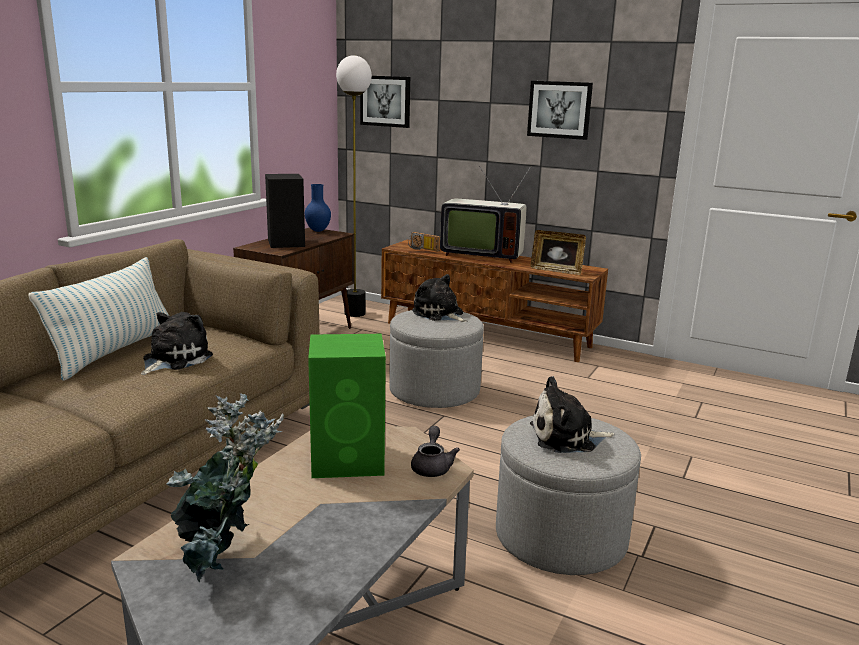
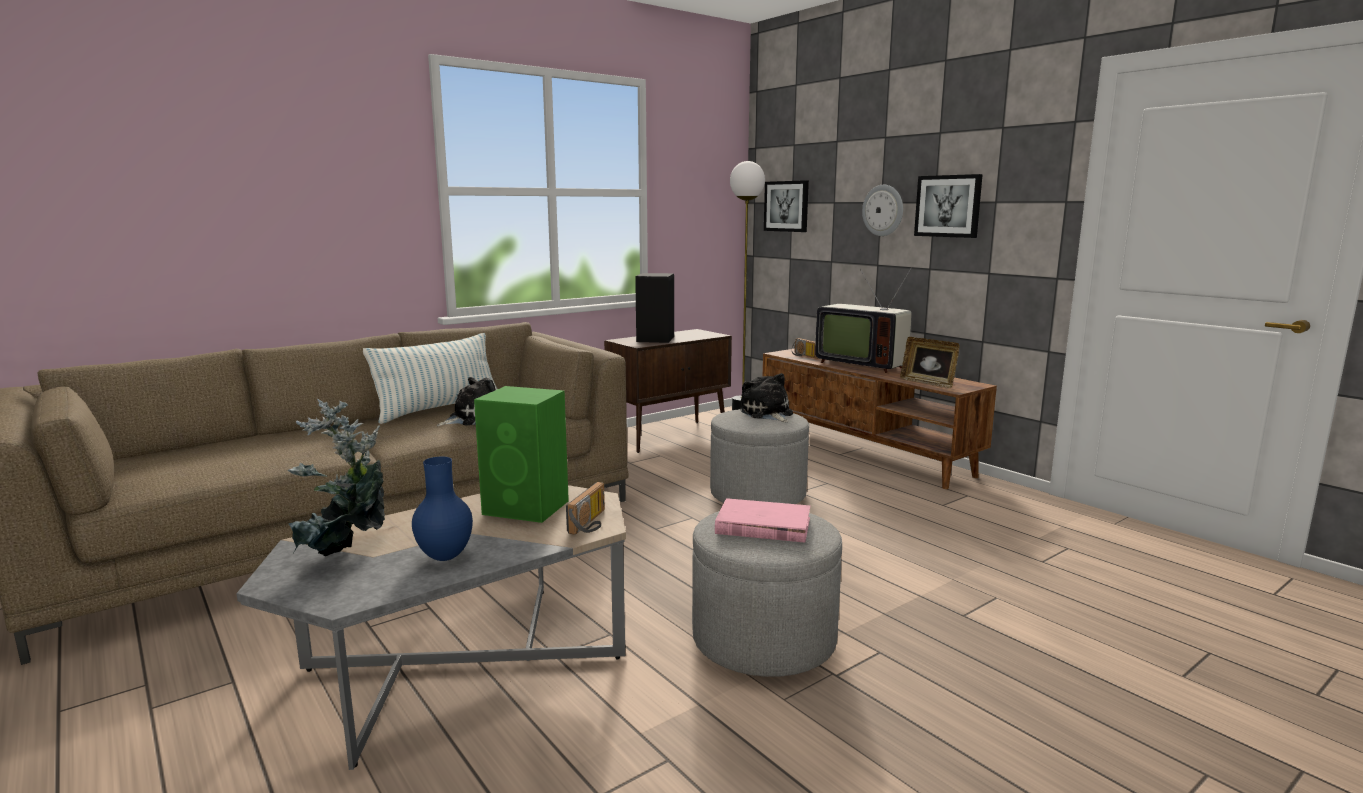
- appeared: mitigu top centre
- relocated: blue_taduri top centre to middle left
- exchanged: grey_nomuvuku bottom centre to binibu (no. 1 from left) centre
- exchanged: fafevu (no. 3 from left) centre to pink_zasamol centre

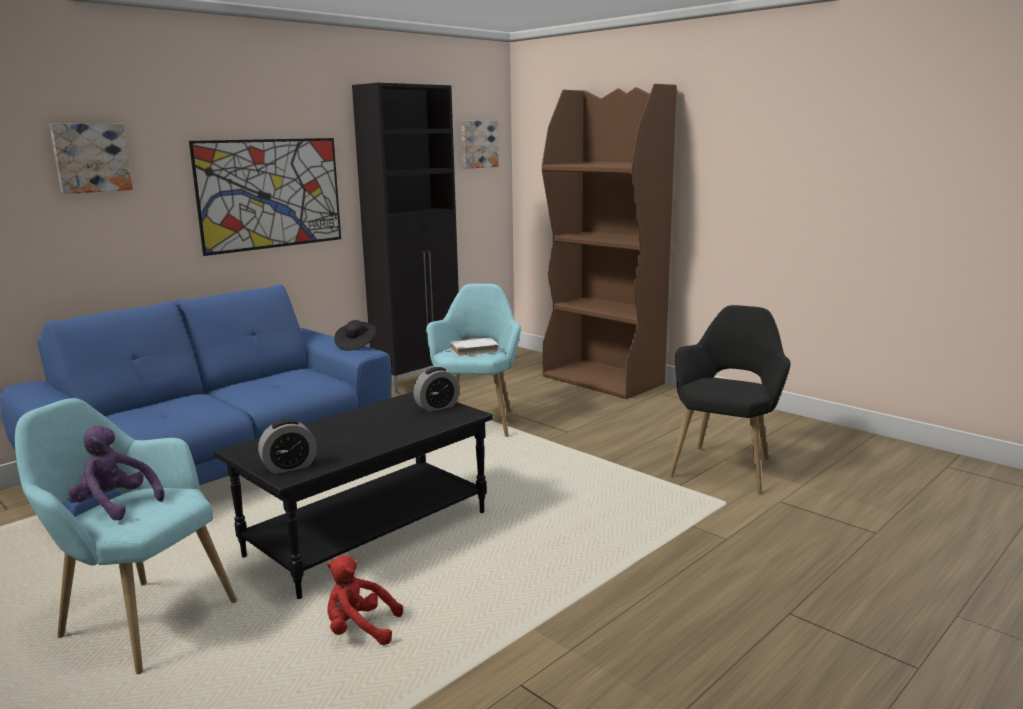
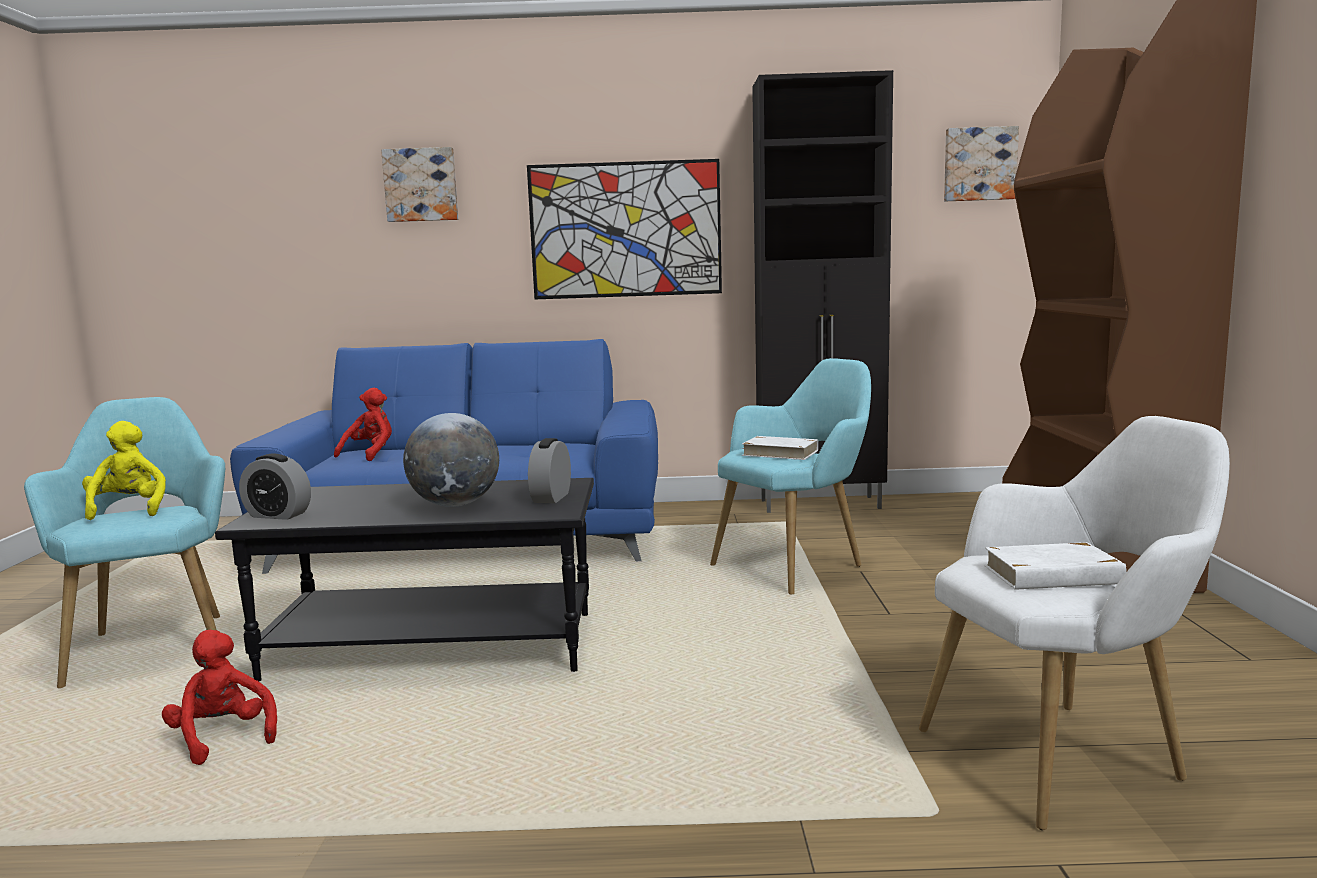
- missing: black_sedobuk centre
- appeared: red_fafevu (no. 2 from left) middle left
- appeared: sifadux centre
- appeared: white_zasamol (no. 2 from left) middle right
- colour: purple_fafevu bottom left to yellow_fafevu middle left
- colour: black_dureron middle right to white_dureron bottom right
- spun: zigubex (no. 2 from left) centre = centre 90 degrees clockwise

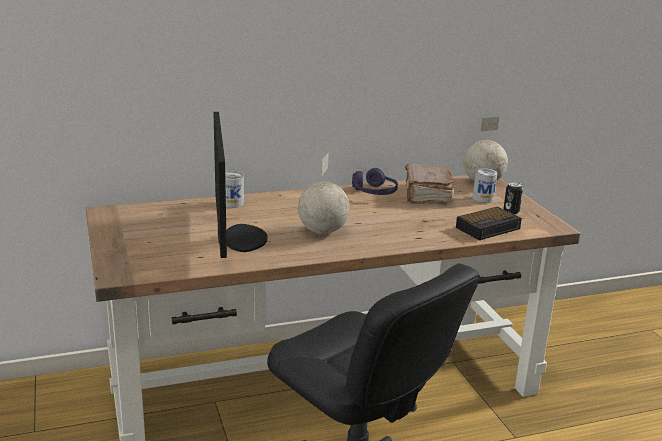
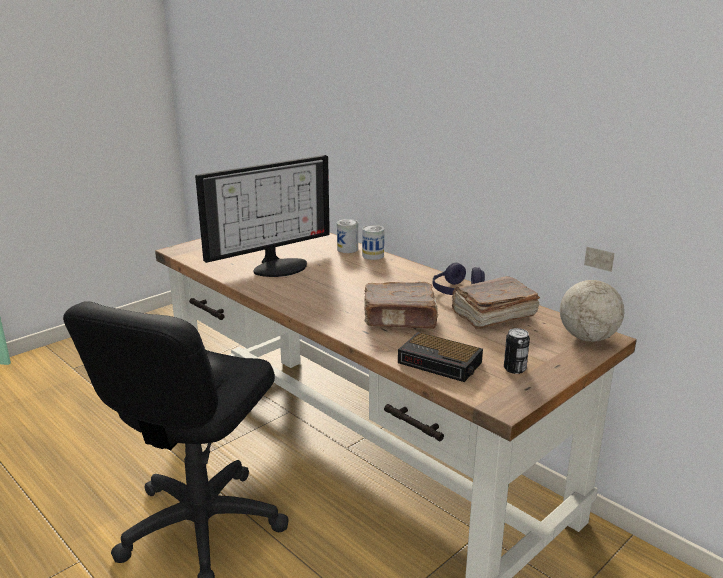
- missing: sifadux (no. 1 from left) centre
- appeared: brown_zasamol (no. 1 from left) centre
- relocated: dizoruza (no. 2 from left) middle right to centre

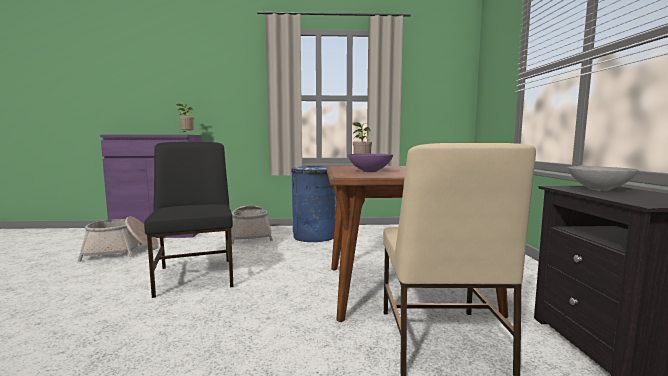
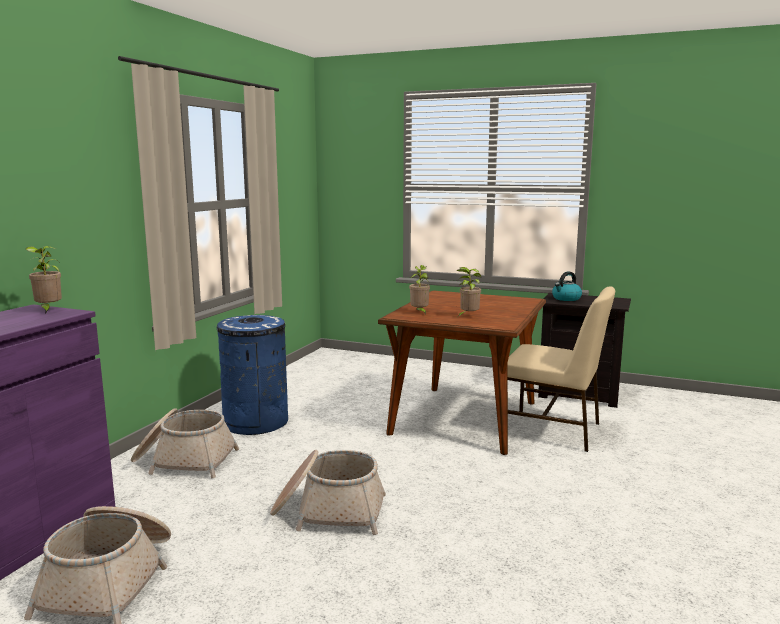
- exchanged: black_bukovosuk middle left to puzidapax (no. 3 from left) bottom centre
- exchanged: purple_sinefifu centre to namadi (no. 3 from left) centre
- exchanged: grey_sinefifu middle right to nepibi middle right

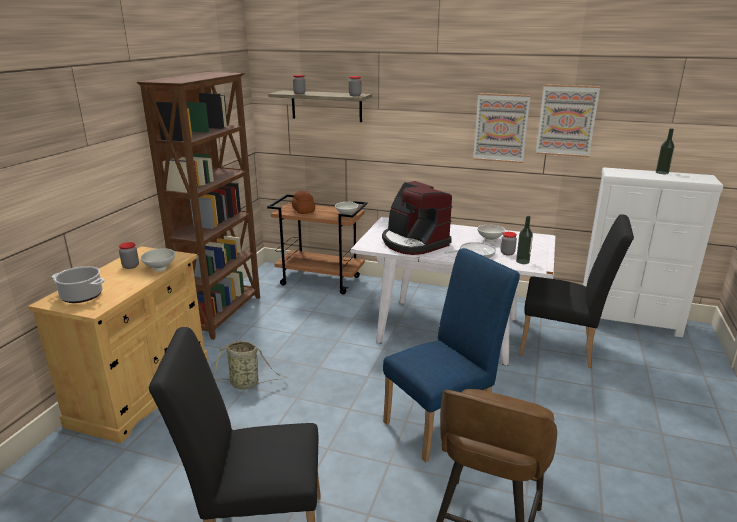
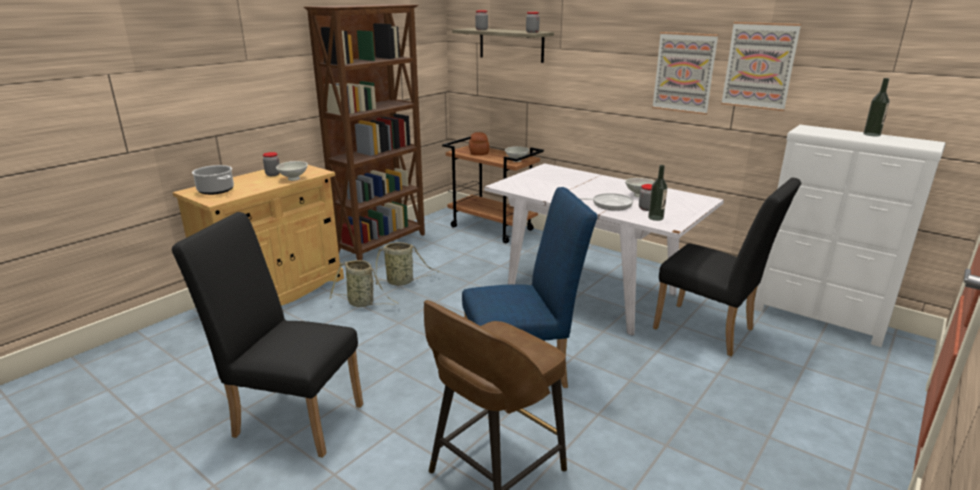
- missing: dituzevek centre
- appeared: puzidapax (no. 2 from left) centre

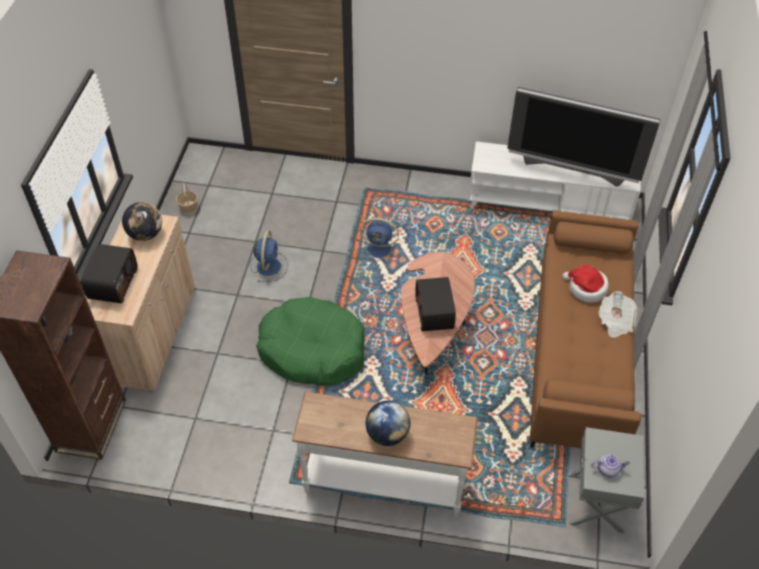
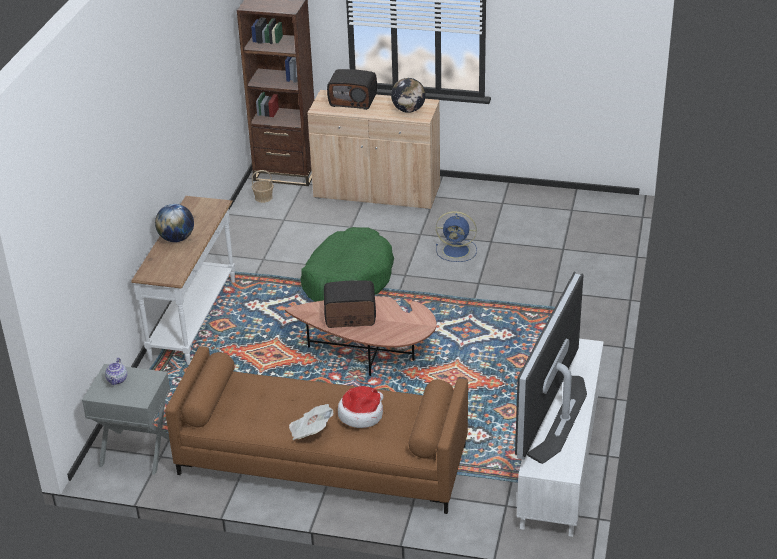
- missing: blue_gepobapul (no. 2 from left) centre
- relocated: puzidapax middle left to top centre

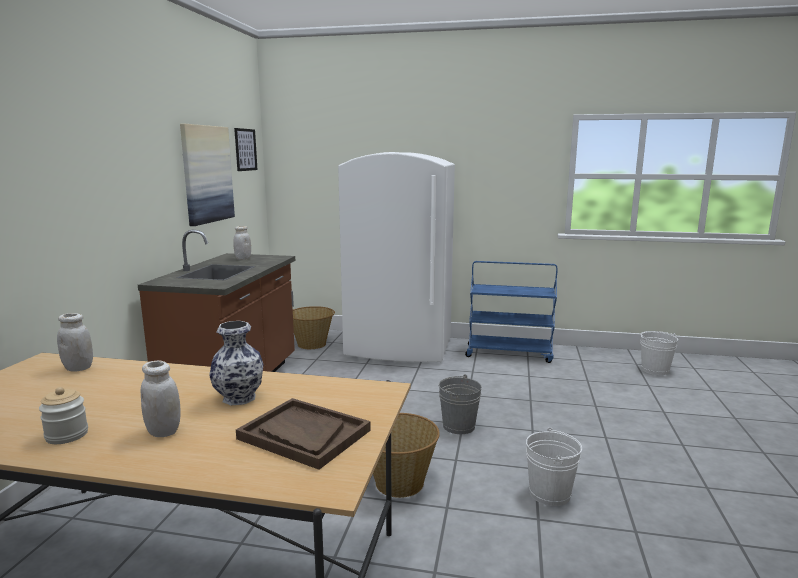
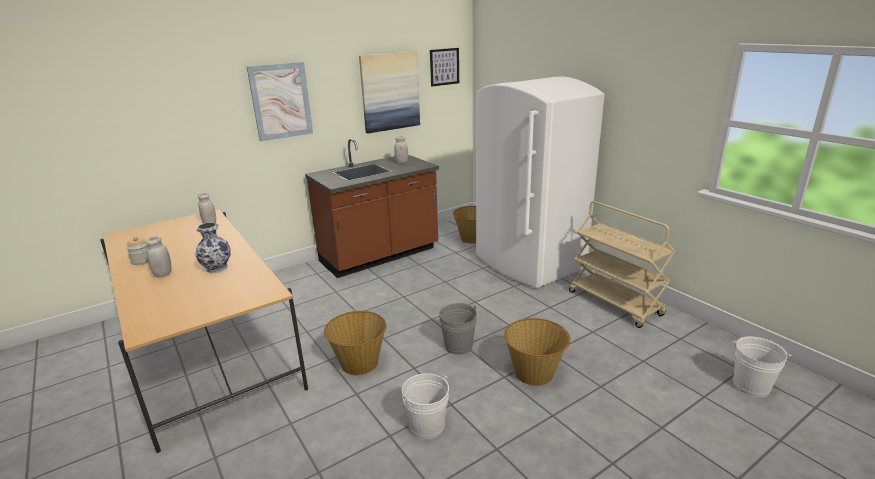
- missing: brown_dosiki bottom centre
- appeared: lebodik (no. 1 from left) top left
- appeared: puzidapax (no. 3 from left) bottom centre
- colour: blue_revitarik centre to beige_revitarik middle right

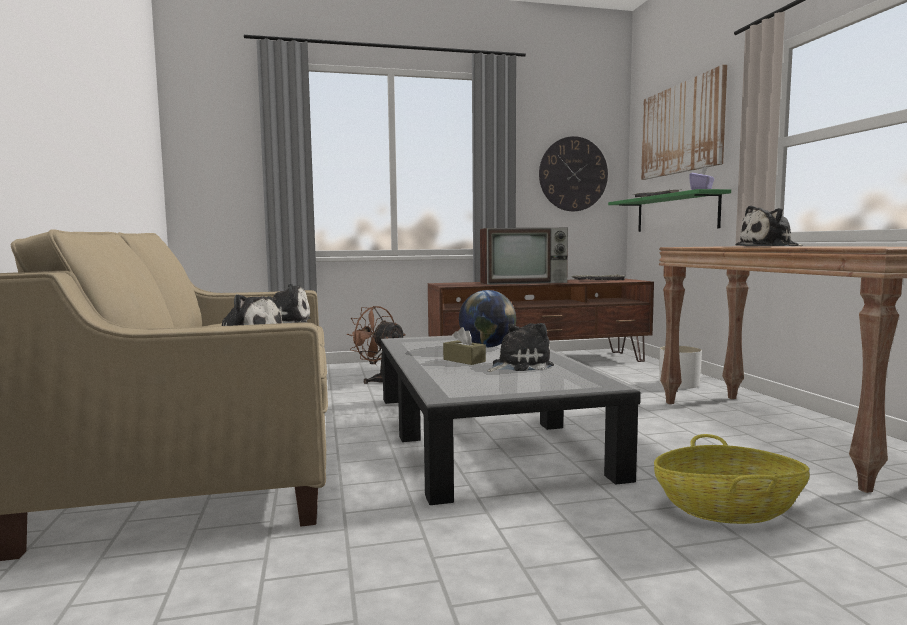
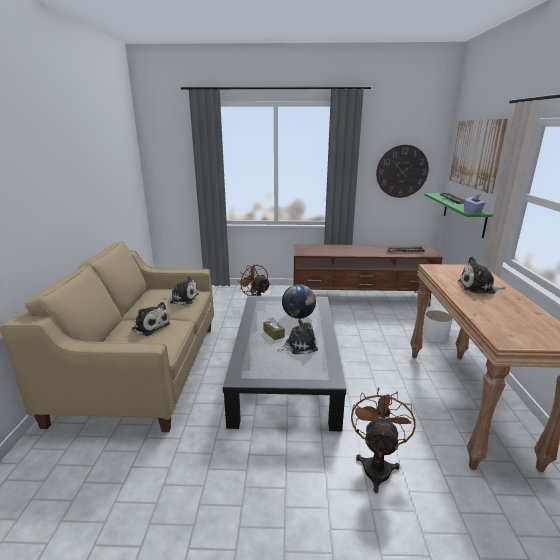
- missing: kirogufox centre
- exchanged: puzidapax bottom right to brown_gepobapul (no. 2 from left) bottom right

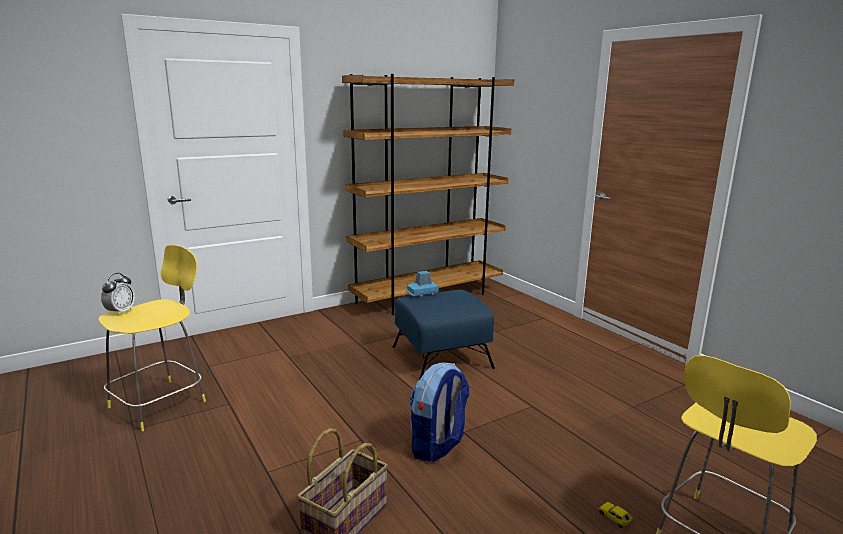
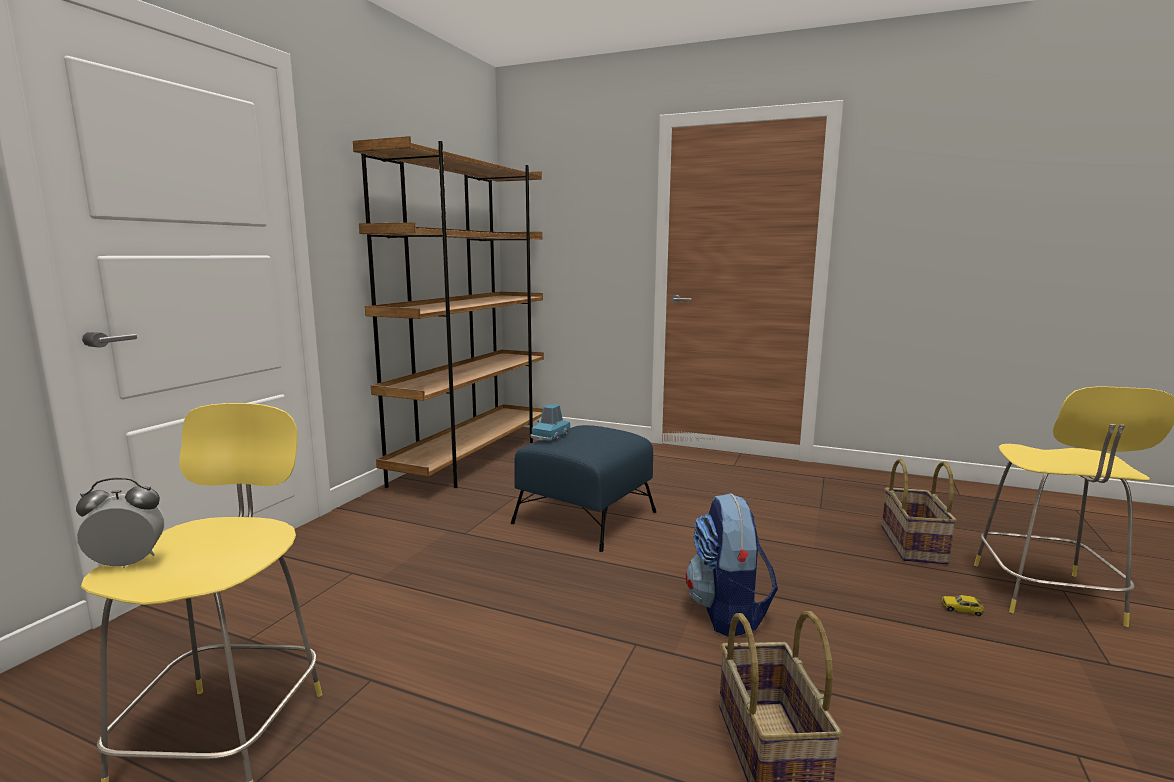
- appeared: puzidapax (no. 2 from left) middle right
- spun: zigubex middle left = bottom left 90 degrees counterclockwise

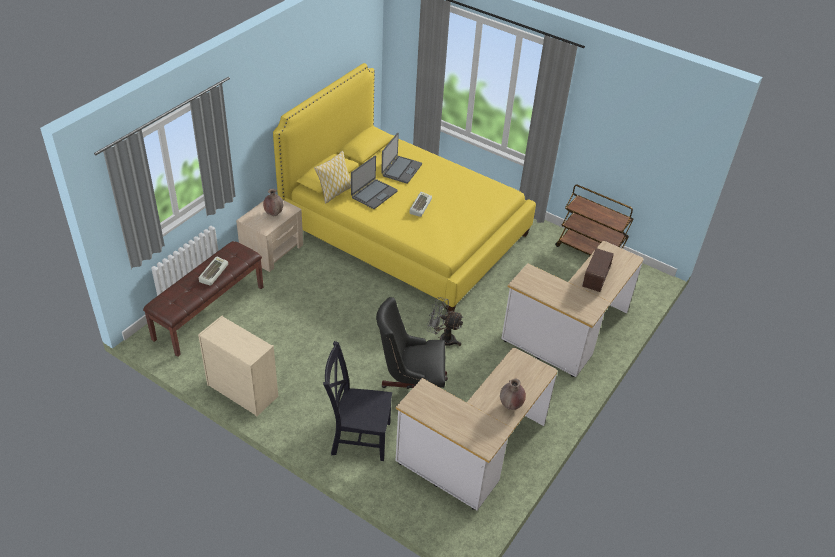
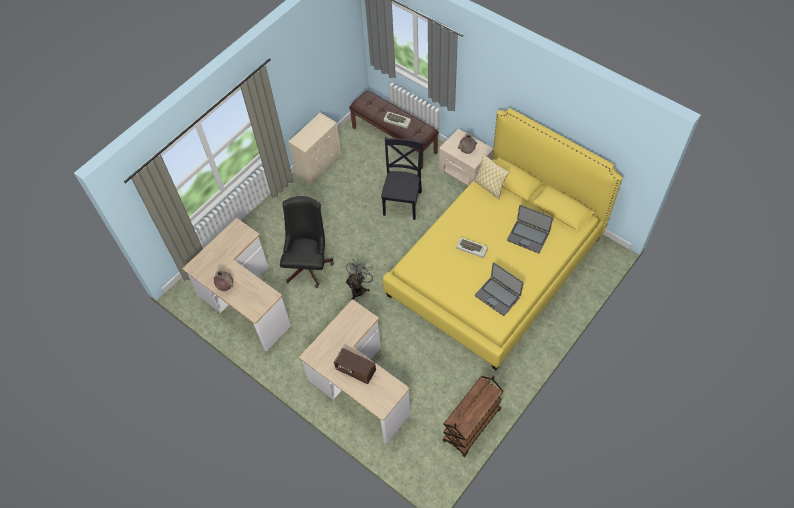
- relocated: black_bukovosuk bottom centre to centre
- relocated: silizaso (no. 1 from left) top centre to centre

